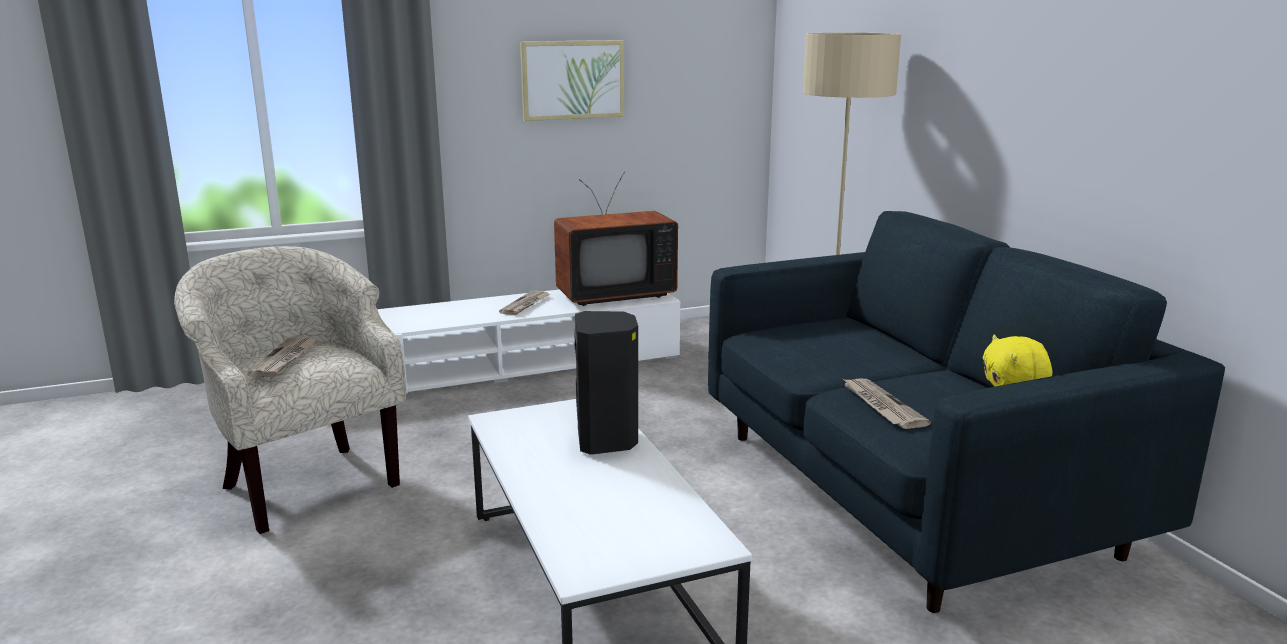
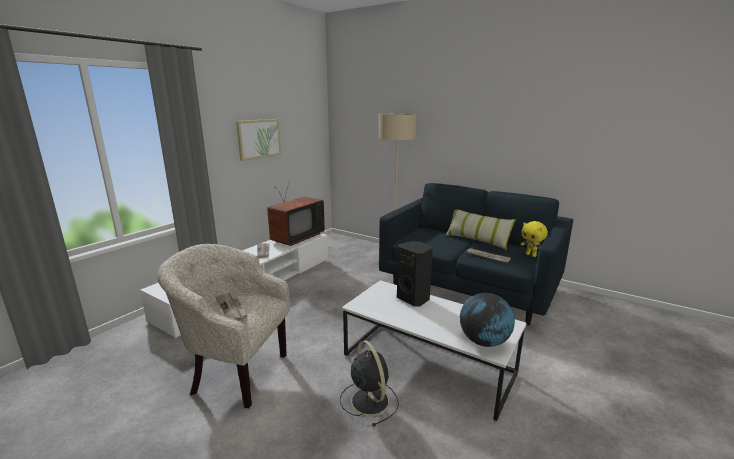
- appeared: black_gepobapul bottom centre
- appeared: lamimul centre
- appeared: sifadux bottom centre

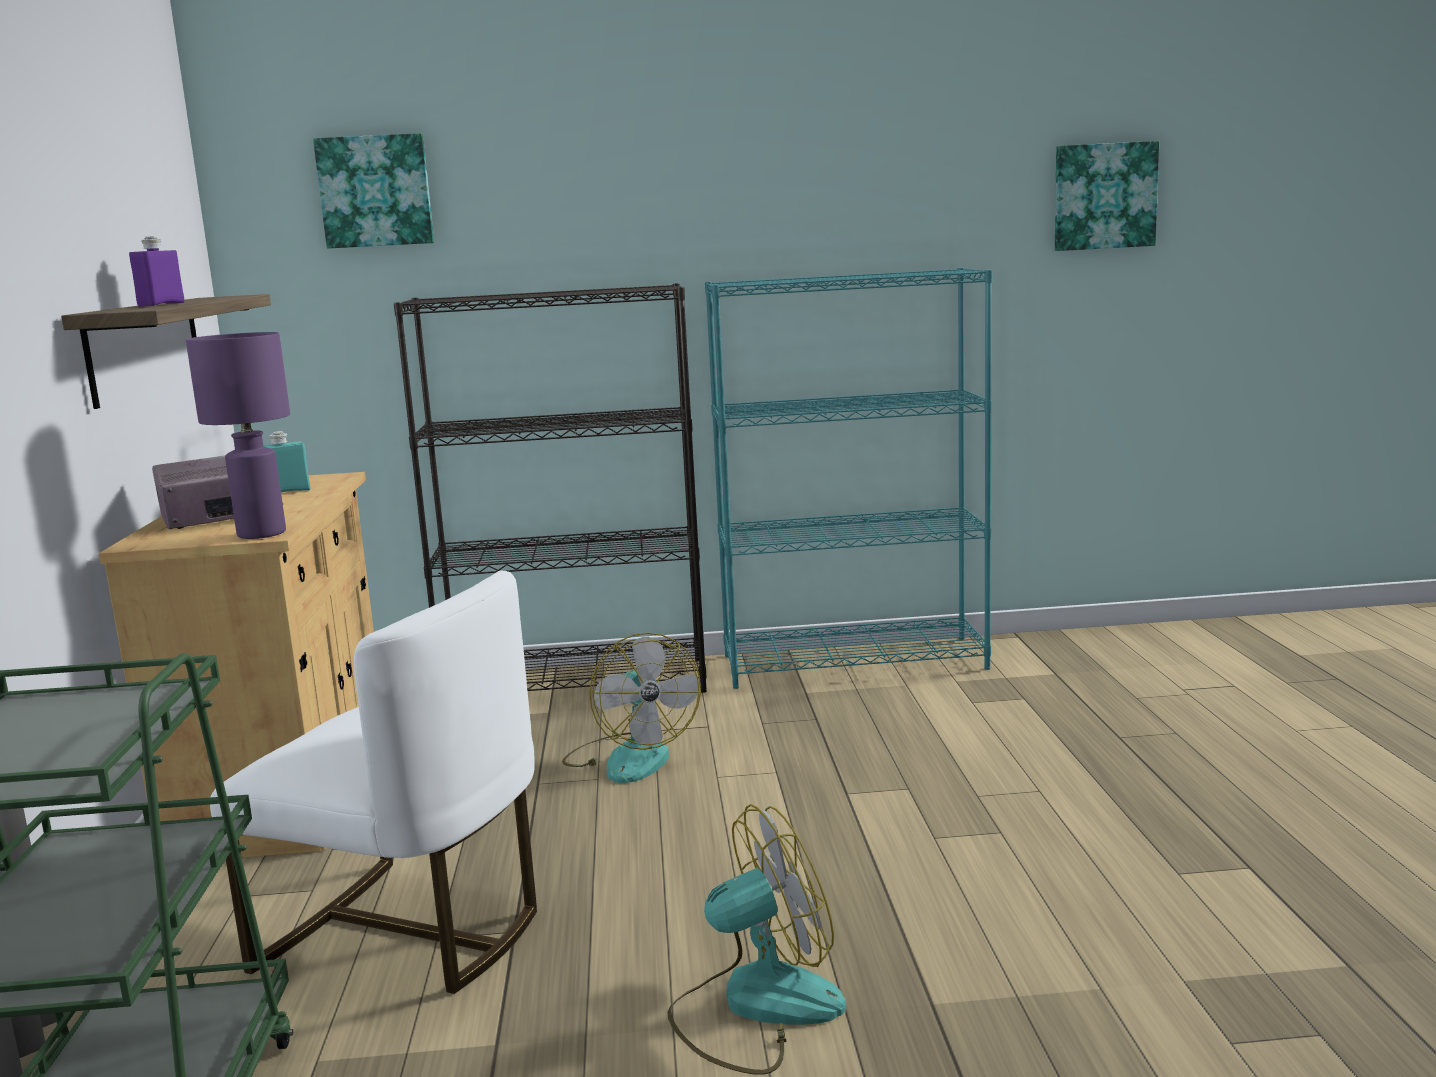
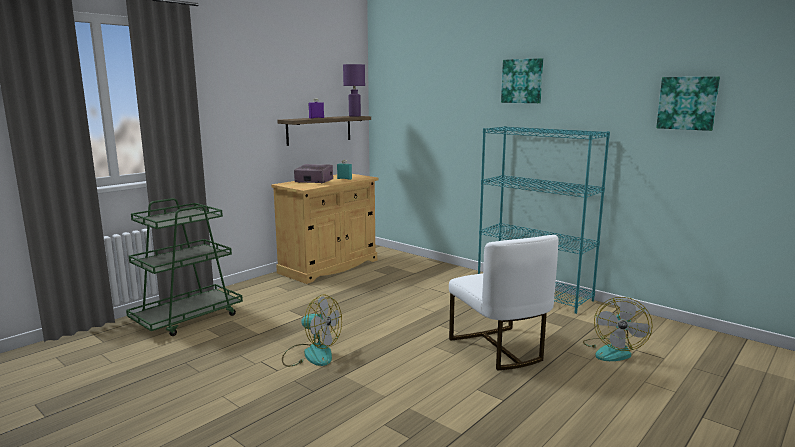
- missing: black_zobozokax centre
- relocated: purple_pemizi middle left to top centre
- relocated: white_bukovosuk bottom left to bottom centre
- relocated: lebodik (no. 1 from left) top left to top centre
- relocated: gepobapul (no. 1 from left in the first image) centre to gepobapul (no. 2 from left) bottom right

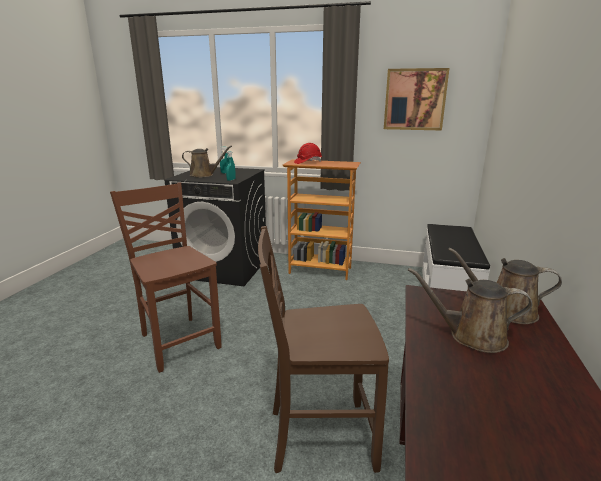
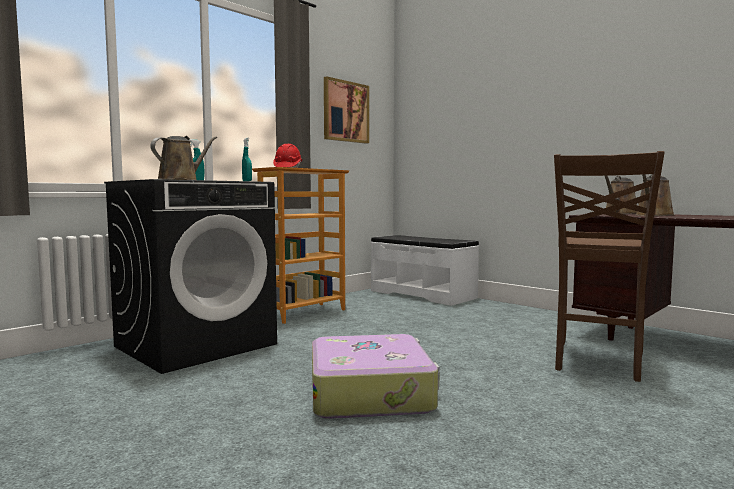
- exchanged: brown_bukovosuk (no. 1 from left) middle left to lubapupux bottom centre

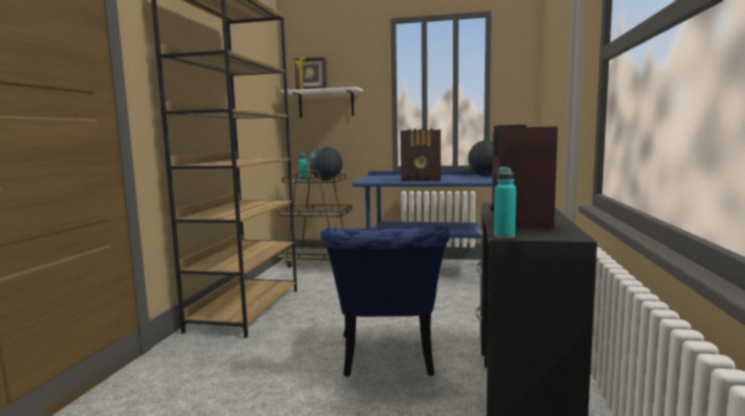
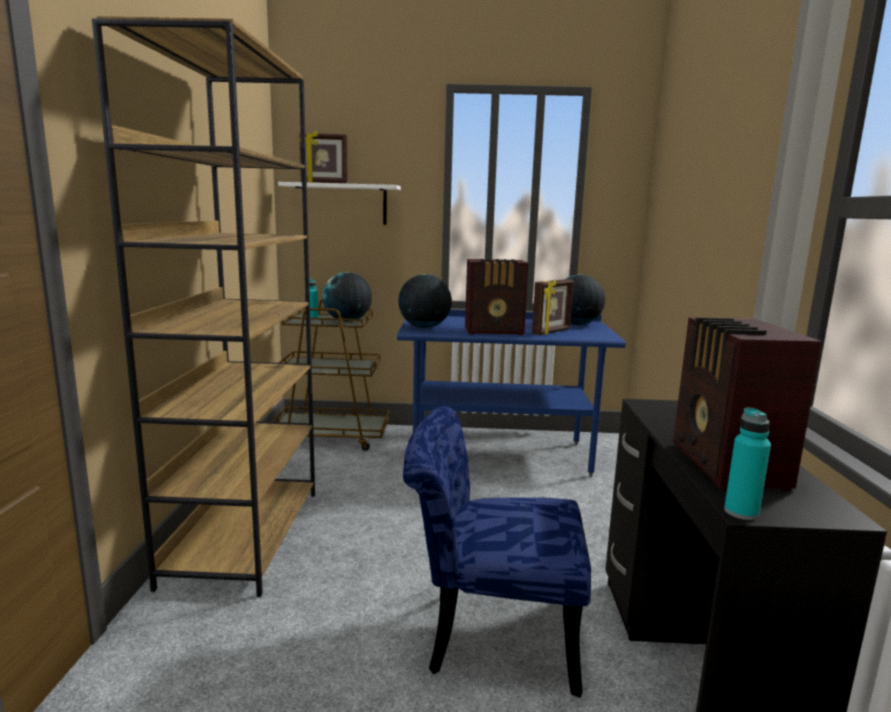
- appeared: sifadux (no. 2 from left) centre
- appeared: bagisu (no. 2 from left) centre
- spun: blue_bukovosuk bottom centre = bottom centre 105 degrees clockwise

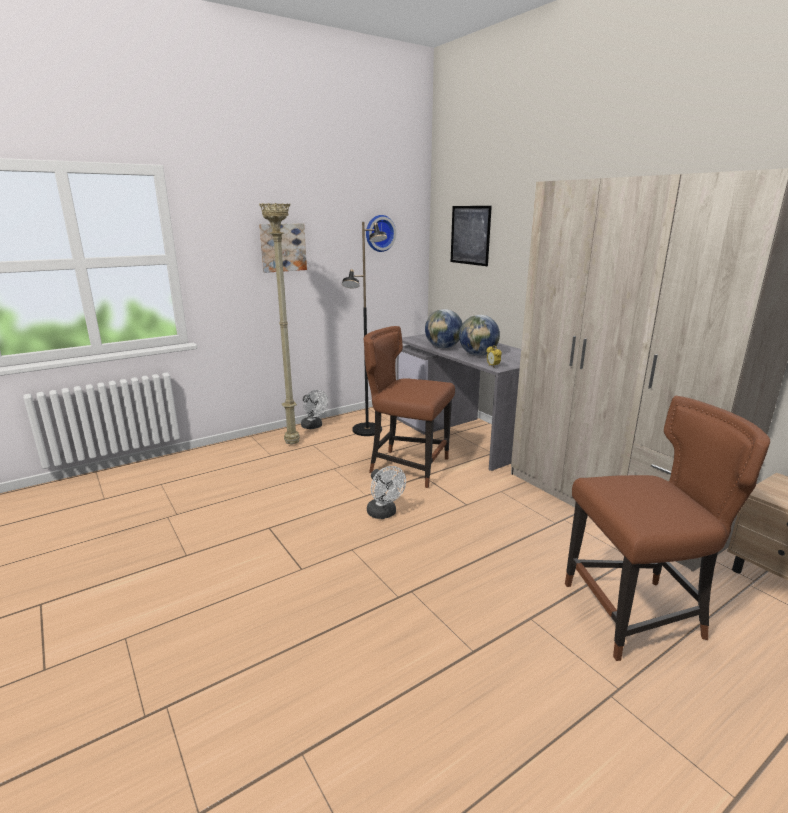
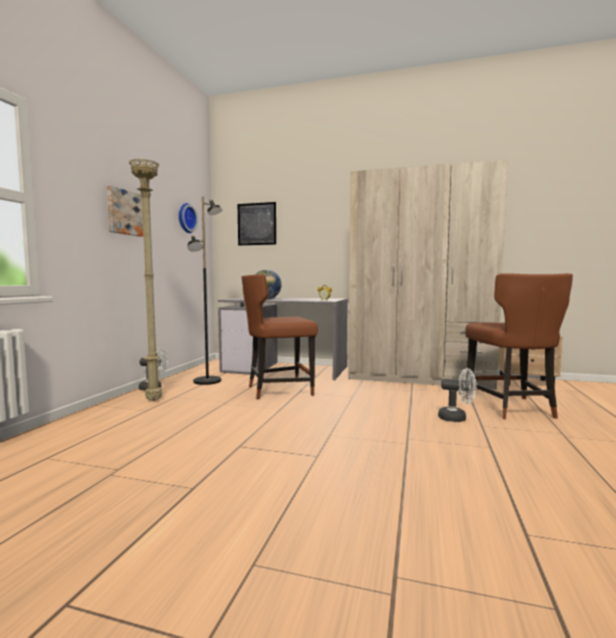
- missing: sifadux (no. 2 from left) centre
- relocated: white_gepobapul (no. 2 from left) centre to middle right
- spun: brown_bukovosuk (no. 2 from left) middle right = middle right 135 degrees clockwise

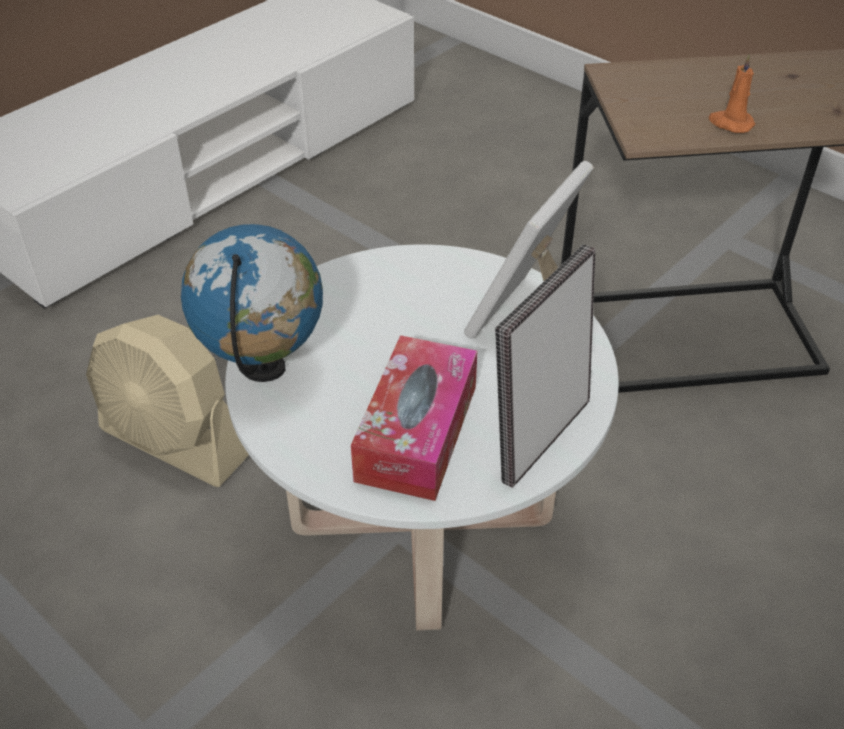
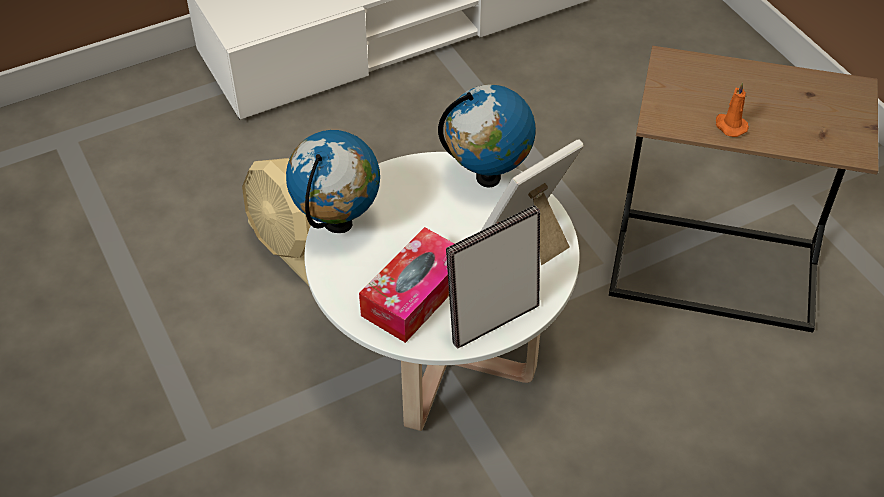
- appeared: sifadux (no. 2 from left) top centre

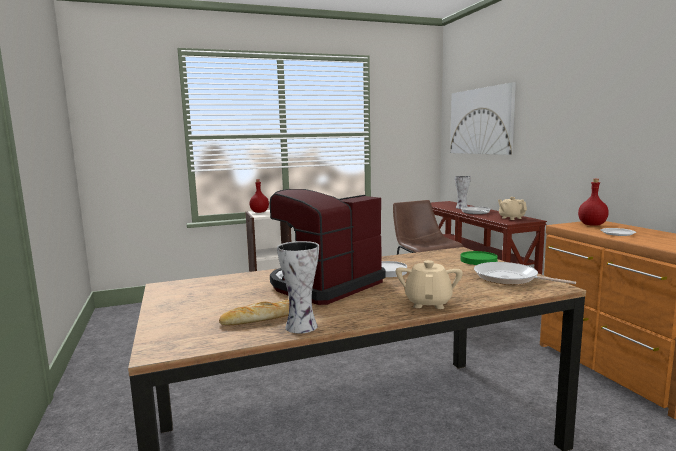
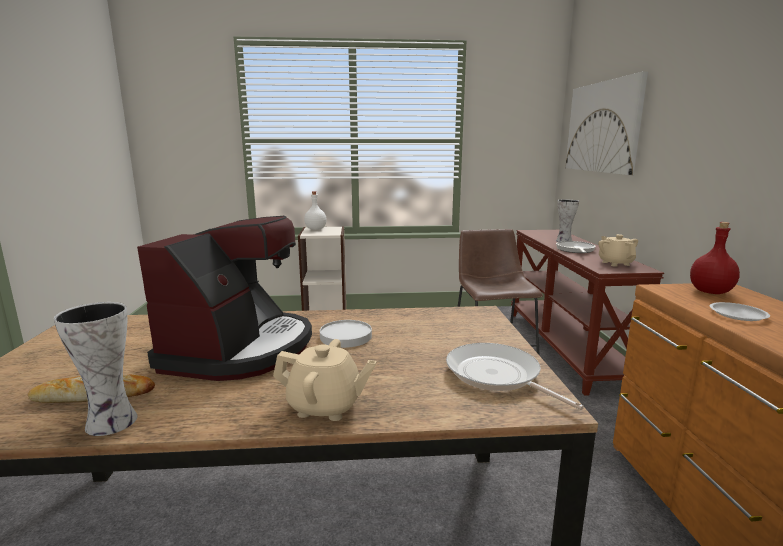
- missing: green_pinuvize middle right
- colour: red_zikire (no. 1 from left) centre to white_zikire centre
- spun: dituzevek centre = middle left 135 degrees clockwise
- spun: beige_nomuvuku (no. 1 from left) centre = bottom centre 75 degrees clockwise

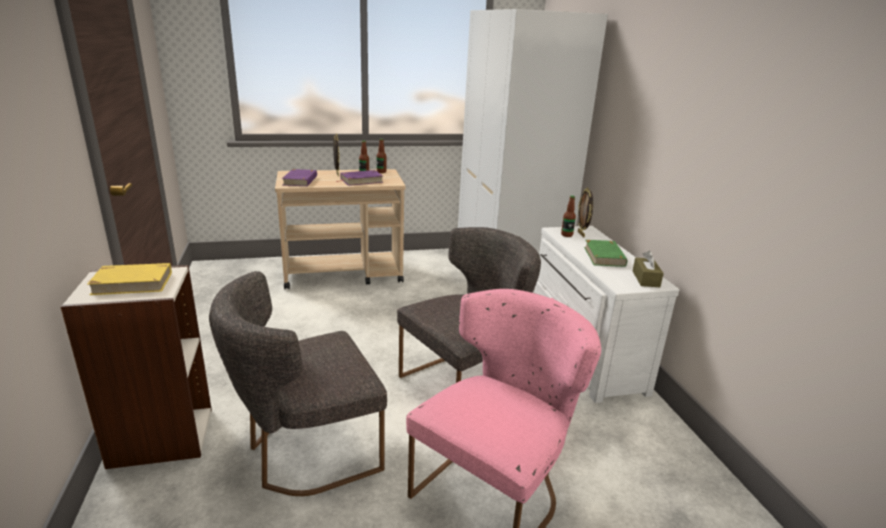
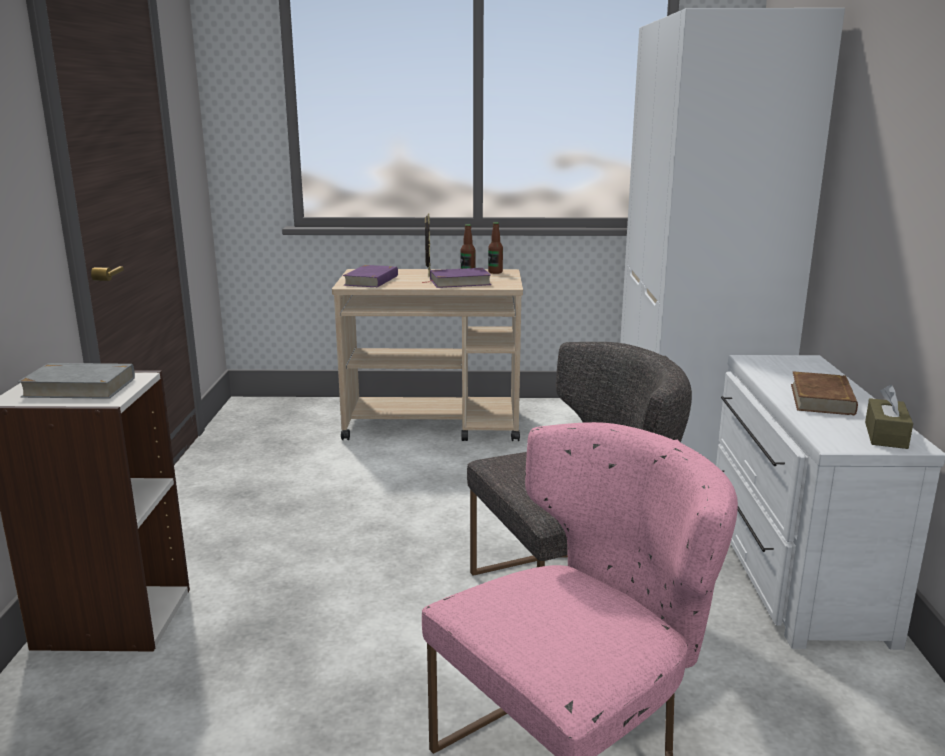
- missing: grey_bukovosuk (no. 1 from left) bottom centre
- missing: zikire (no. 3 from left) centre
- missing: bagisu (no. 2 from left) centre
- colour: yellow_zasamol middle left to grey_zasamol middle left
- colour: green_zasamol middle right to brown_zasamol middle right

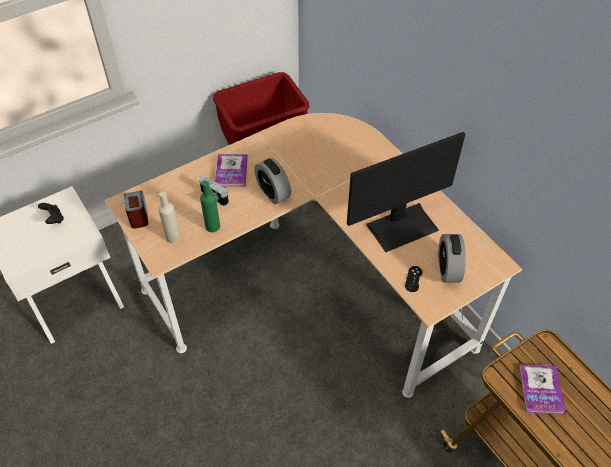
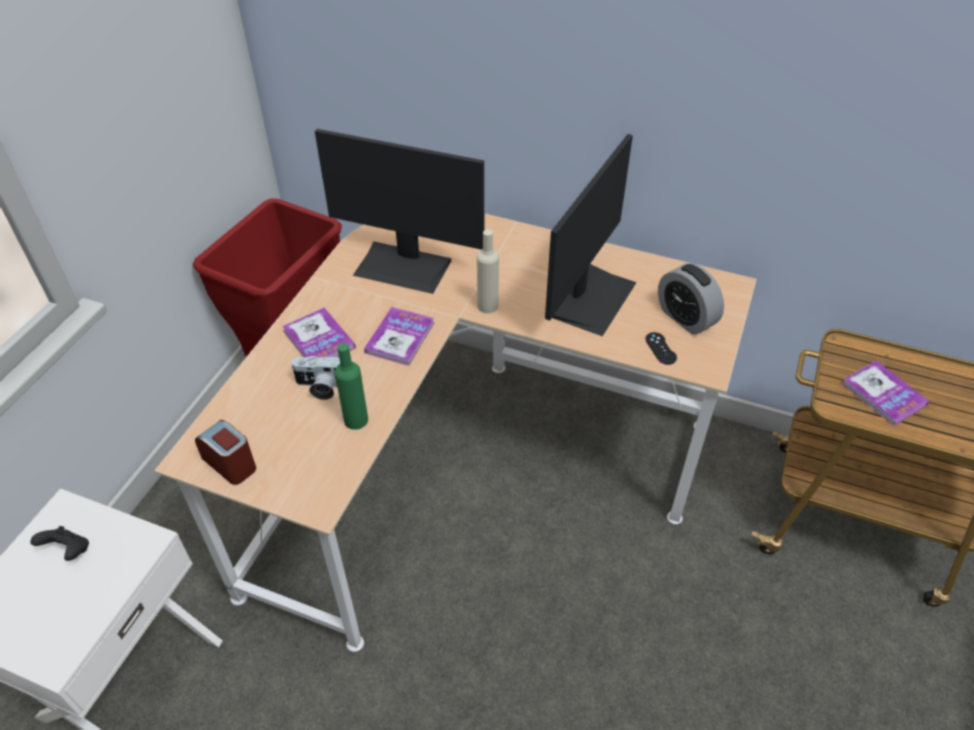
- appeared: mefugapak (no. 1 from left) top centre
- relocated: beige_zikire middle left to centre
- exchanged: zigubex (no. 2 from left) centre to zasamol (no. 2 from left) centre

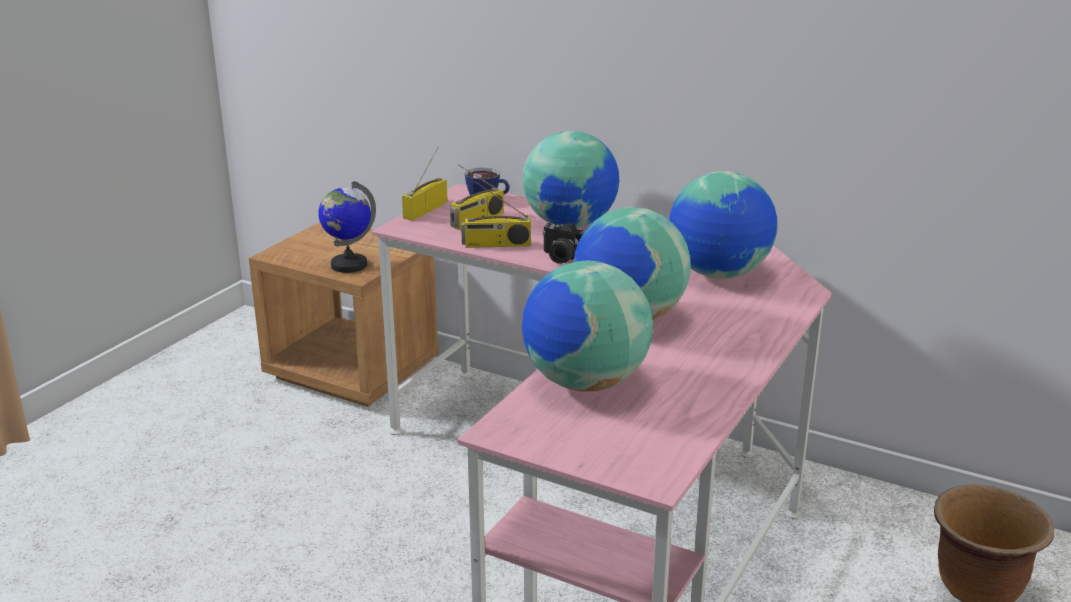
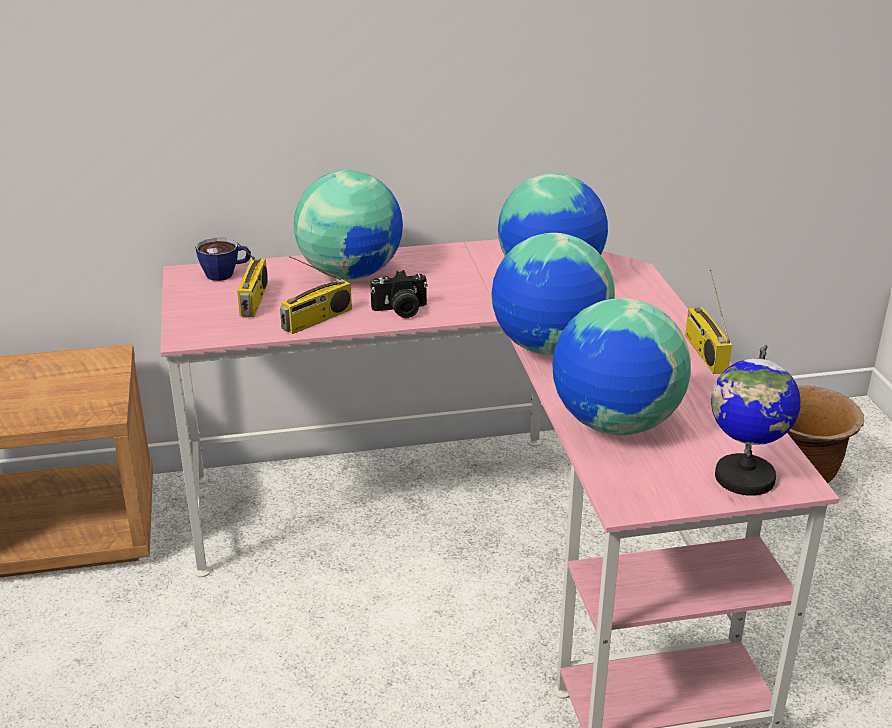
- relocated: sifadux (no. 1 from left in the first image) middle left to sifadux (no. 5 from left) middle right
- relocated: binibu (no. 1 from left in the first image) top centre to binibu (no. 3 from left) middle right

